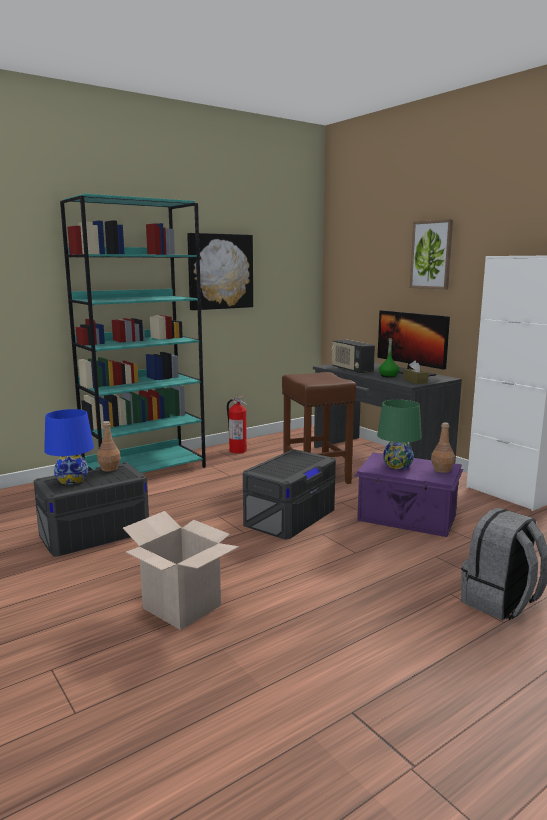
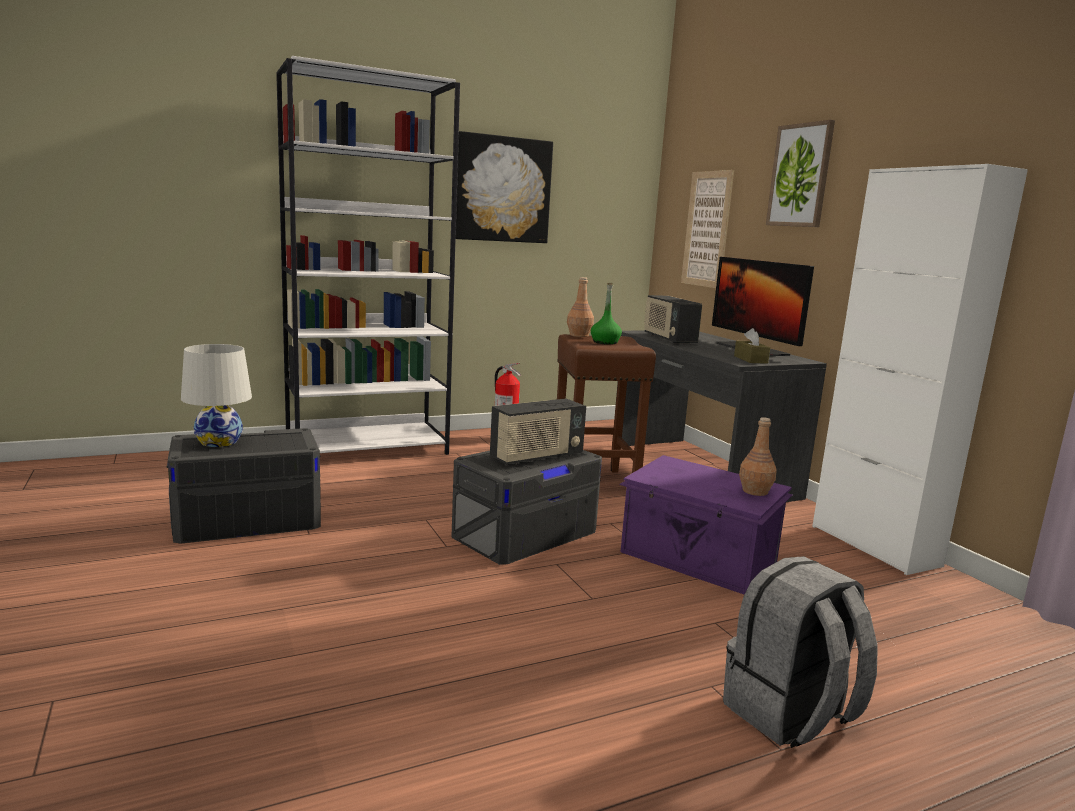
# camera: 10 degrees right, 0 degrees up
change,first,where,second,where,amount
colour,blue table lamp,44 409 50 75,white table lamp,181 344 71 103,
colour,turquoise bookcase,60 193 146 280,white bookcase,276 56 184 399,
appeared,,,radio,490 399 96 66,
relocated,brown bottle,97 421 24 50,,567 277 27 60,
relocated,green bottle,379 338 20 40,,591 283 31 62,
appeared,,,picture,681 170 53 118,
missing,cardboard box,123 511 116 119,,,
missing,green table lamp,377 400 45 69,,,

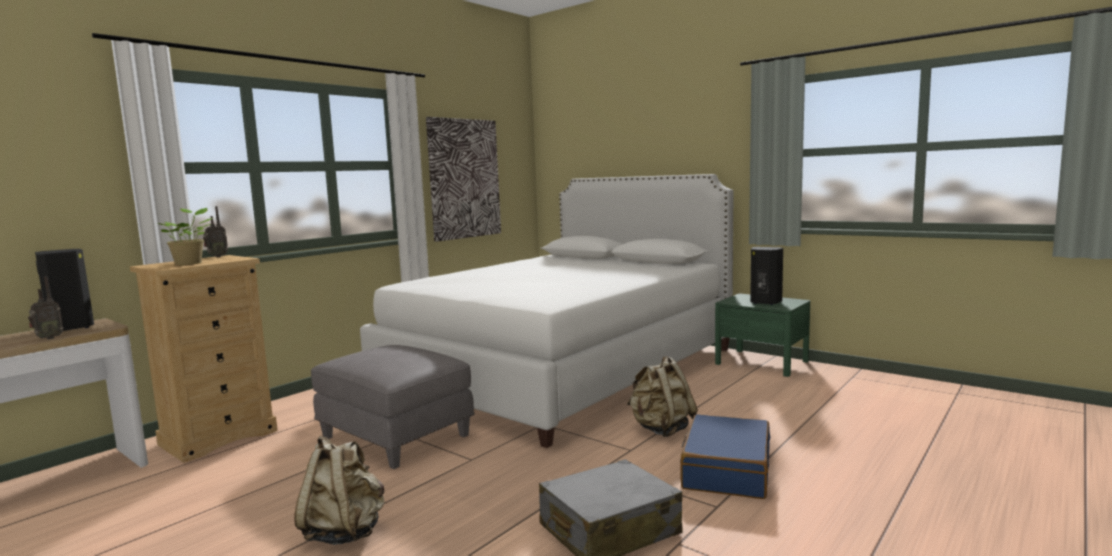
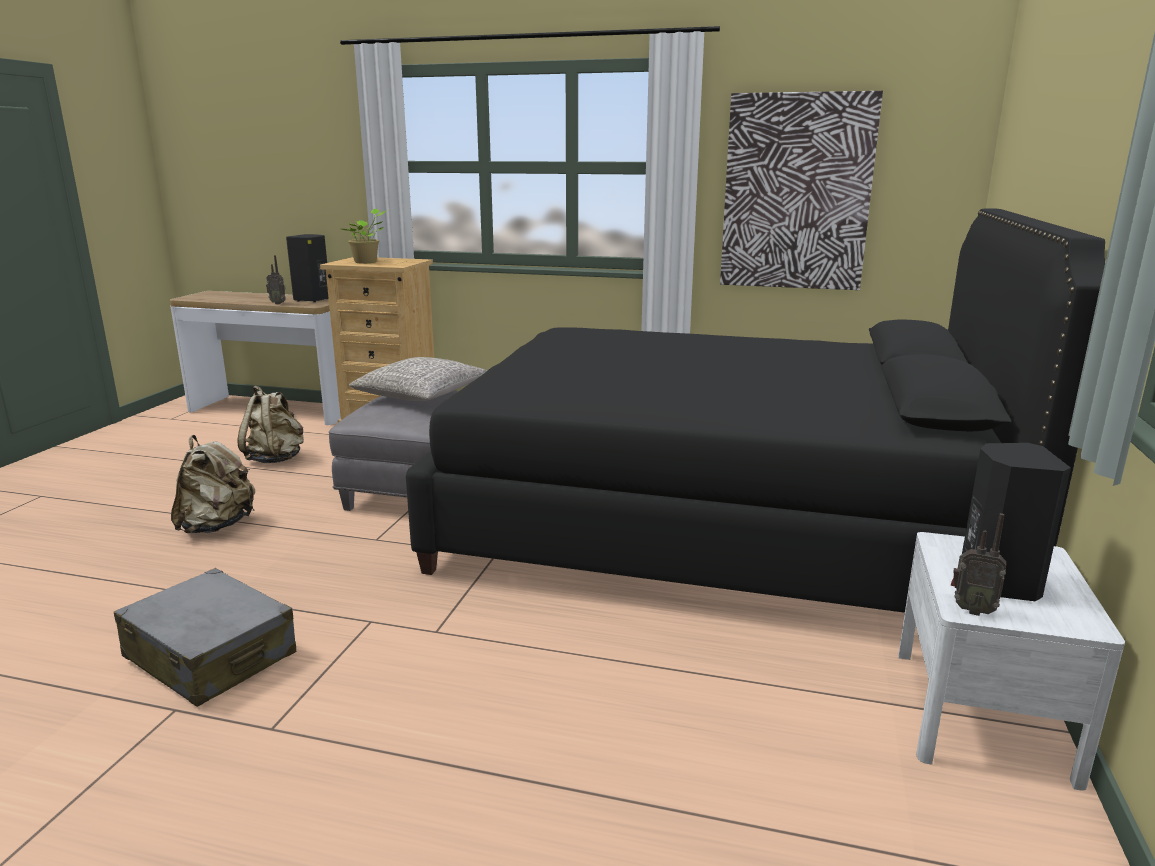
# camera: 65 degrees right, 10 degrees up
change,first,where,second,where,amount
relocated,beige backpack,627 356 71 81,,237 386 67 77,
appeared,,,grey pillow,349 357 139 44,
colour,white bed,360 174 374 274,black bed,406 208 699 405,
colour,green nightstand,715 294 95 83,white nightstand,898 532 227 258,
relocated,radio,203 206 25 51,,951 513 55 103,
missing,blue suitcase,680 414 90 85,,,

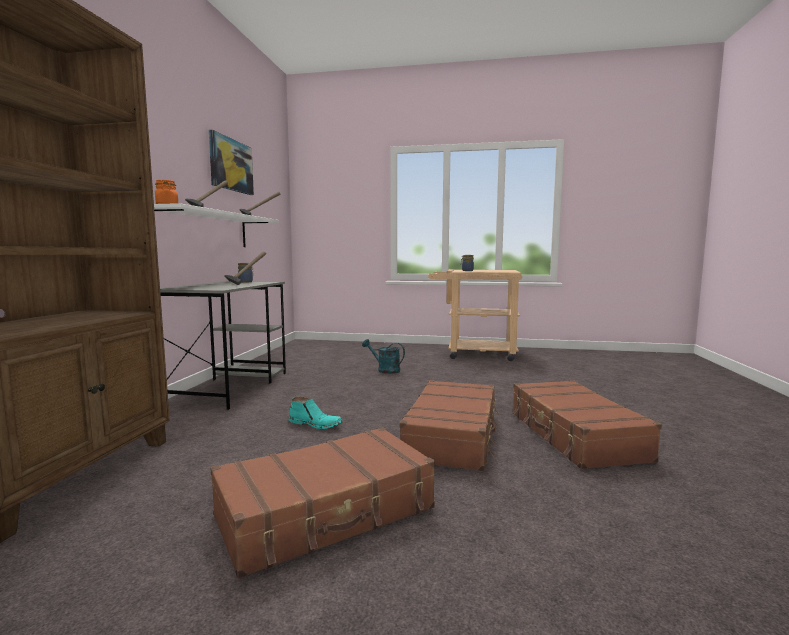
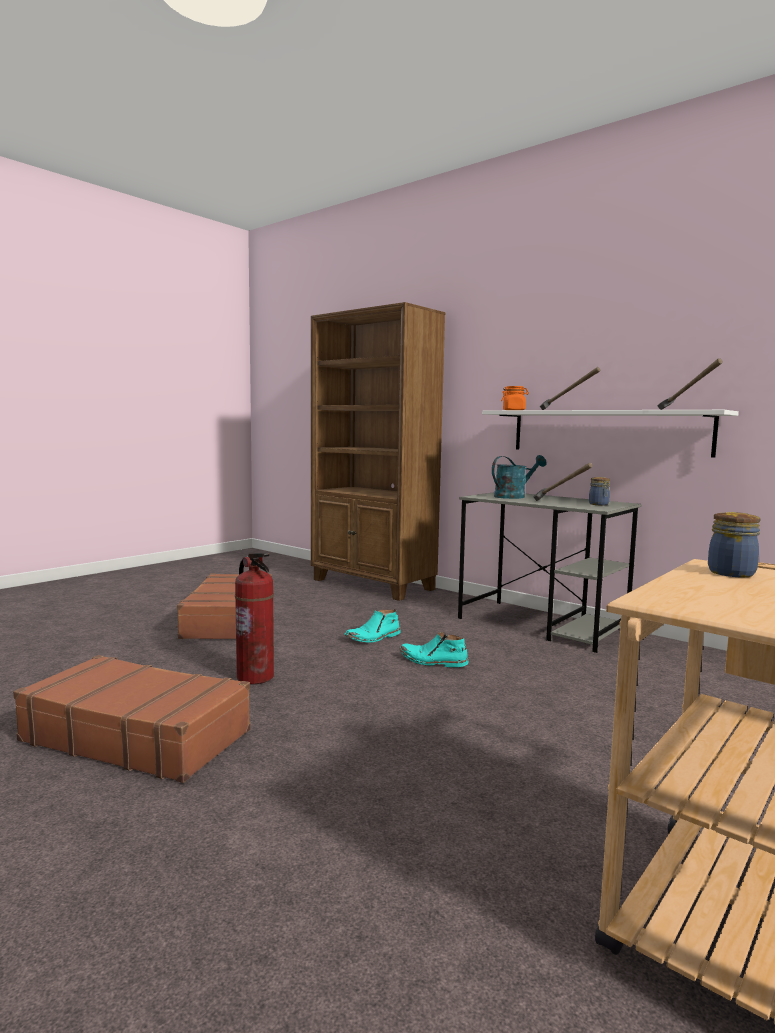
# camera: 120 degrees right, 0 degrees up
change,first,where,second,where,amount
exchanged,brown suitcase,399 380 100 91,fire extinguisher,235 553 39 131,
appeared,,,turquoise boot,400 632 69 35,
relocated,turquoise watering can,362 339 43 35,,492 455 54 44,
missing,picture,209 130 45 65,,,

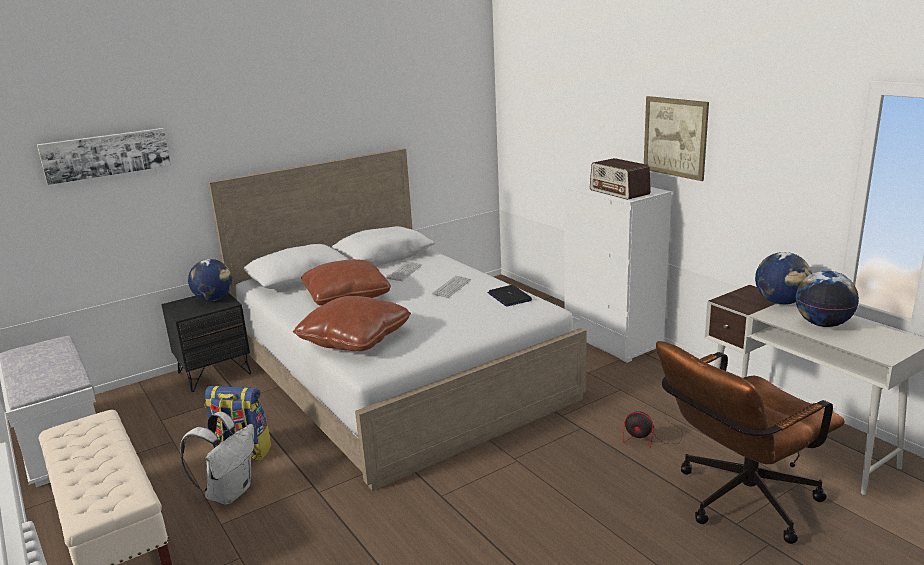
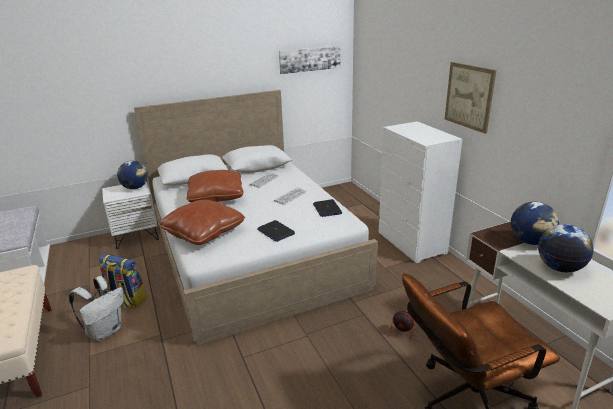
# camera: 10 degrees right, 5 degrees up
change,first,where,second,where,amount
colour,black nightstand,161 292 90 100,white nightstand,102 181 57 68,
appeared,,,laptop,257 220 38 22,
relocated,picture,37 128 134 57,,279 45 61 29,
missing,radio,590 158 61 42,,,

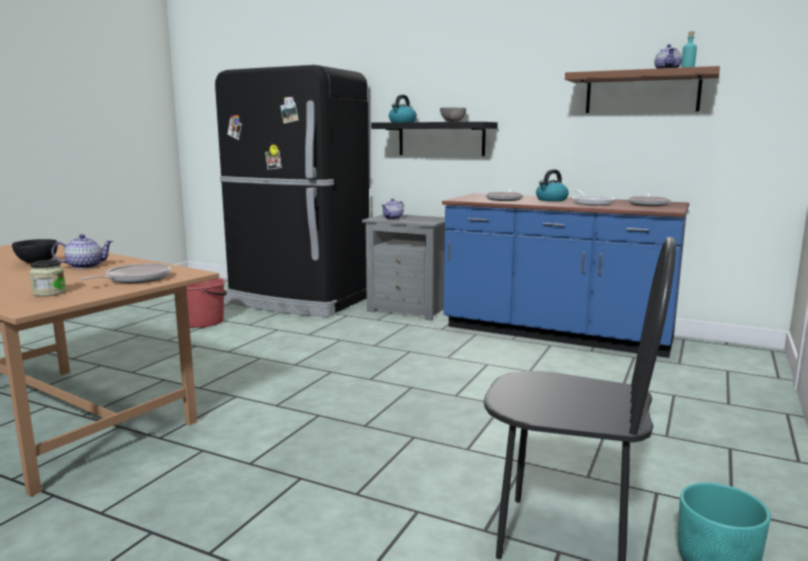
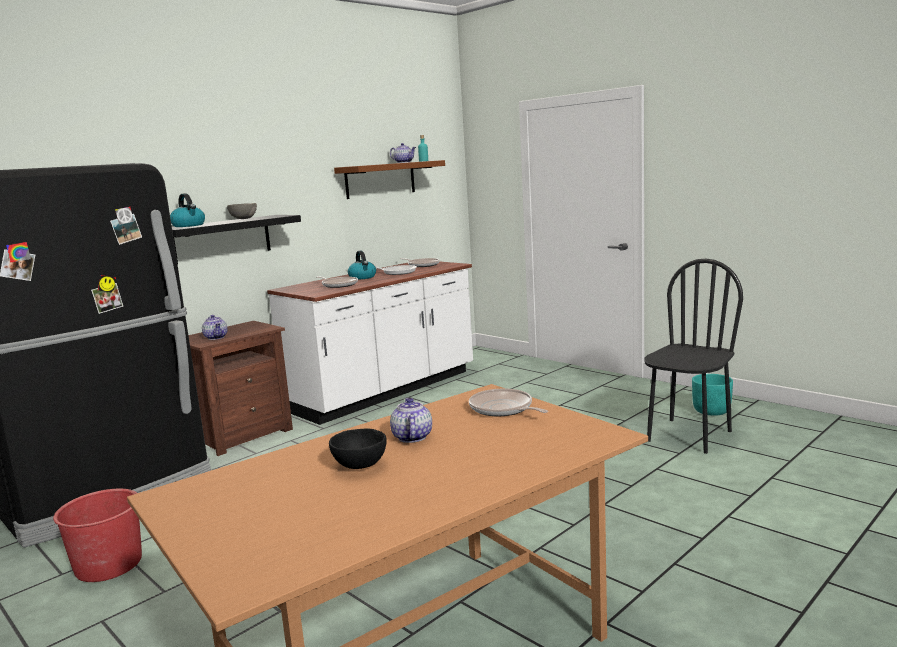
# camera: 70 degrees left, 0 degrees up
change,first,where,second,where,amount
colour,grey nightstand,362 215 84 106,brown nightstand,188 321 105 135,
colour,blue counter,442 193 247 165,white counter,267 261 206 164,
missing,jar,29 260 37 37,,,

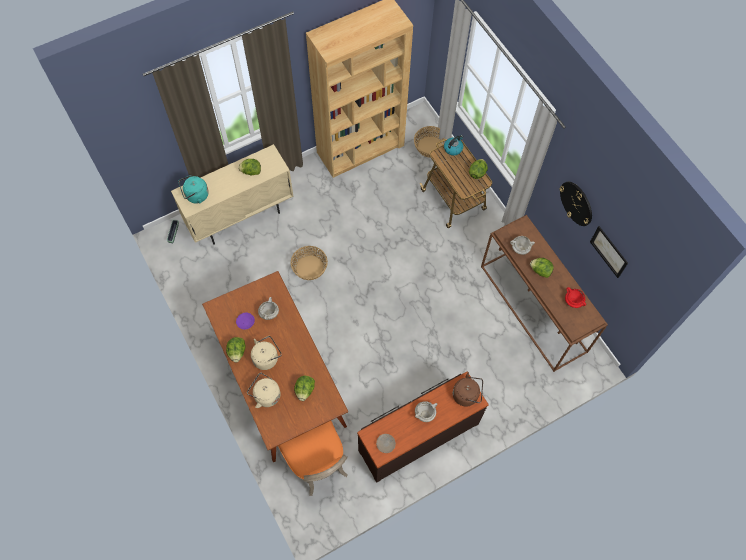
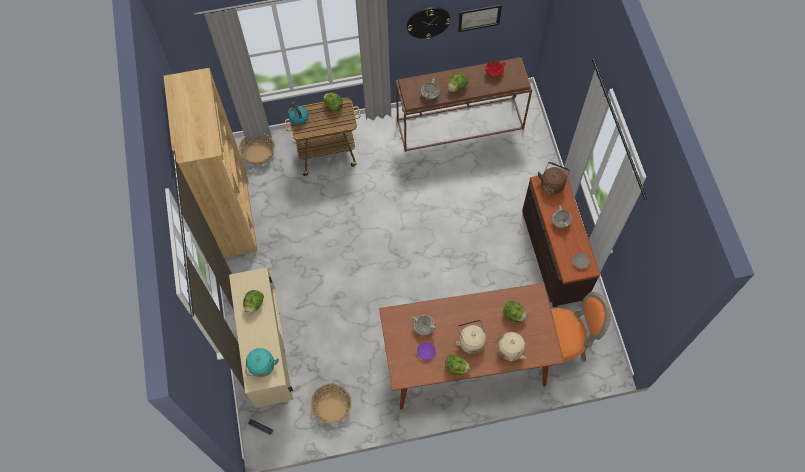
# camera: 70 degrees left, 0 degrees up
change,first,where,second,where,amount
relocated,basket,291 246 37 34,,311 383 41 41,

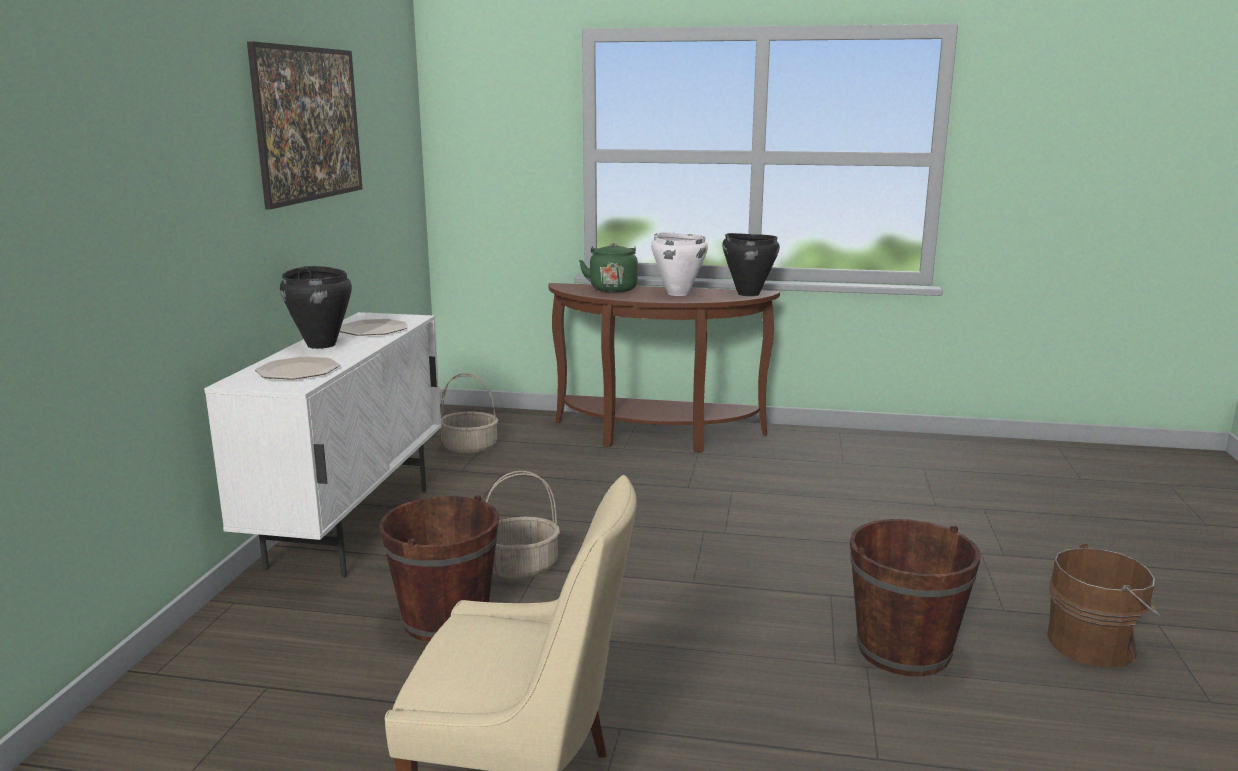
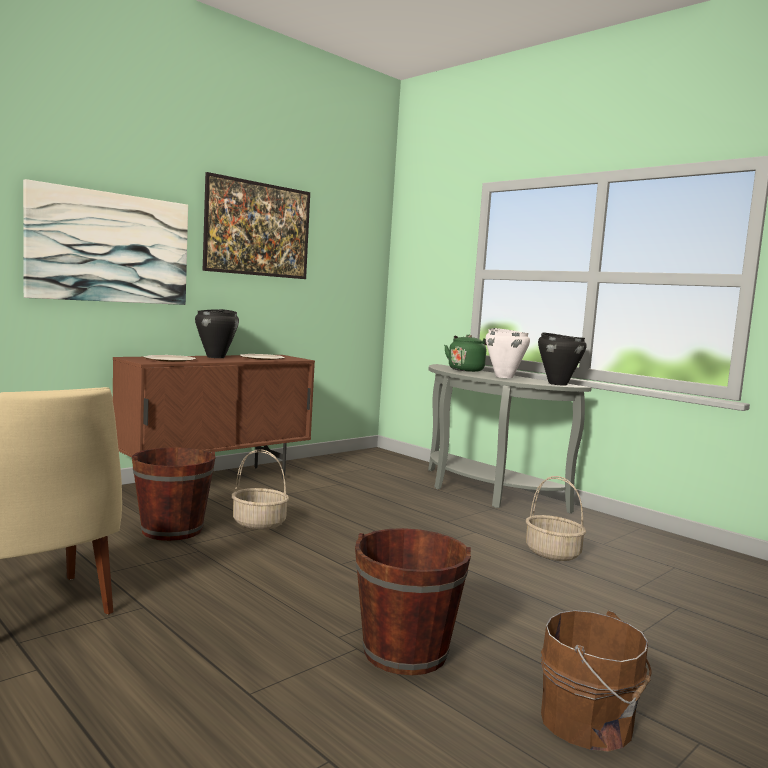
# camera: 35 degrees right, 10 degrees down
change,first,where,second,where,amount
appeared,,,picture,23 179 165 126,
colour,white cabinet,204 312 237 266,brown cabinet,113 355 202 124,
colour,brown console table,548 283 232 170,grey console table,428 364 164 150,
relocated,basket,441 373 57 81,,526 476 60 85,

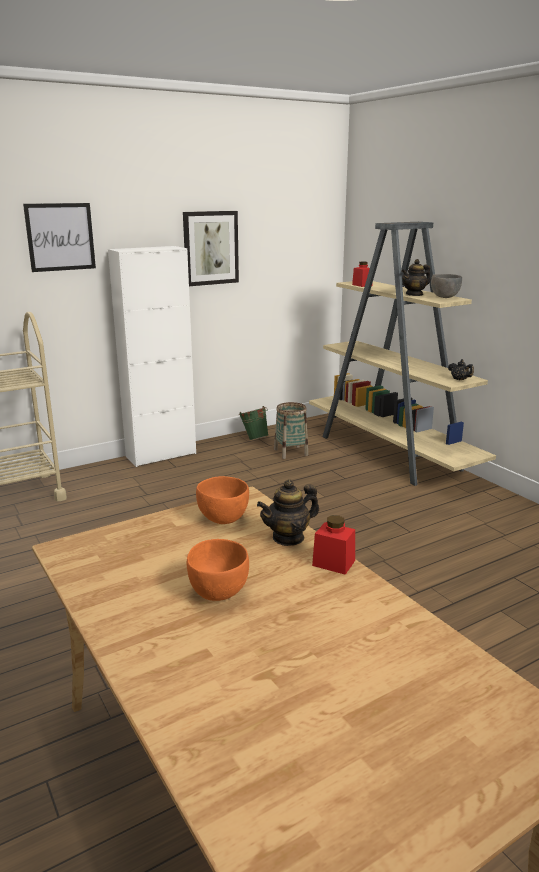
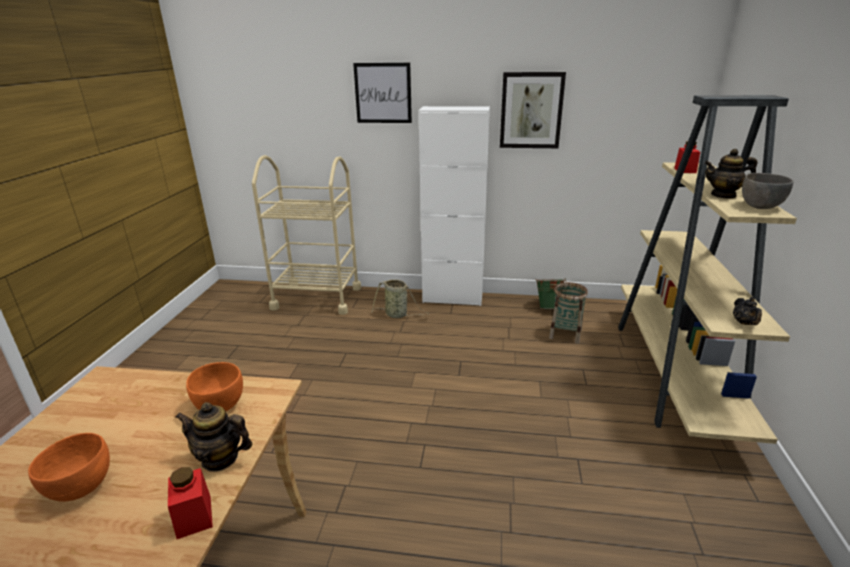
# camera: 40 degrees right, 5 degrees up
change,first,where,second,where,amount
appeared,,,basket,372 280 57 38,

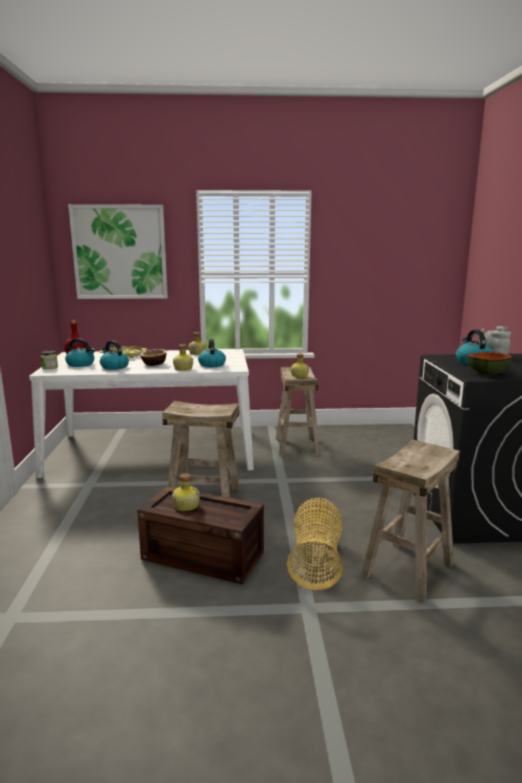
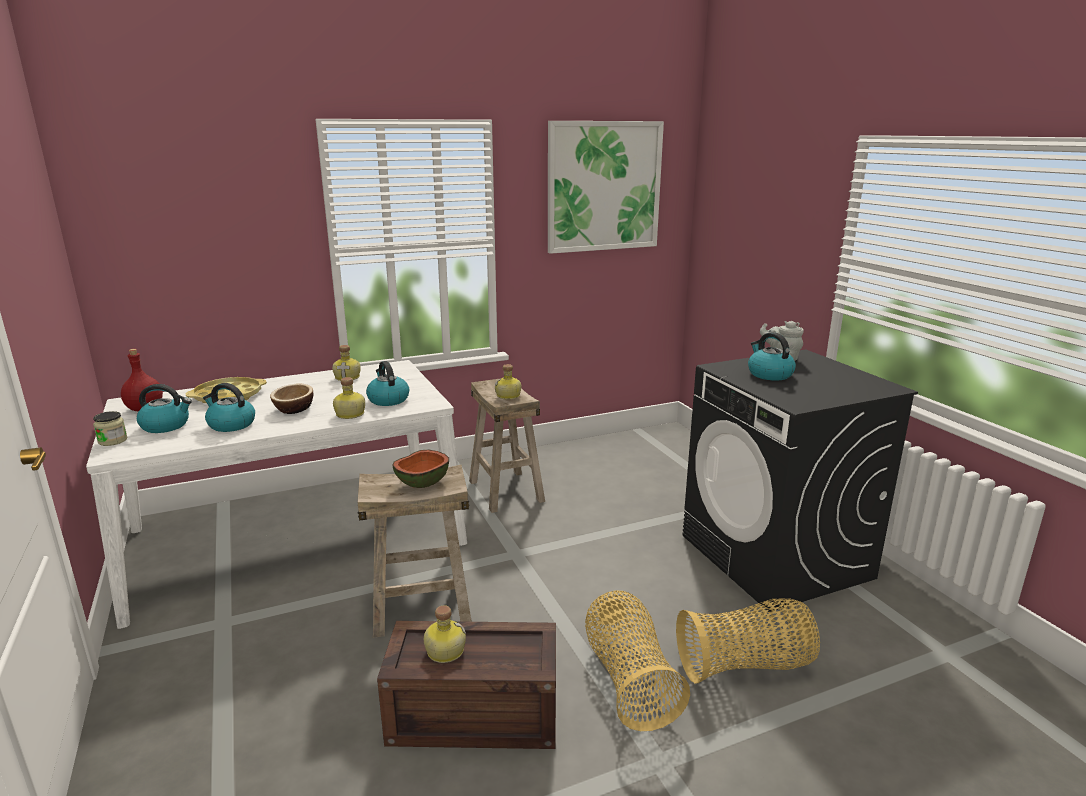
# camera: 20 degrees left, 5 degrees up
change,first,where,second,where,amount
relocated,bowl,467 351 46 24,,392 450 57 38,
relocated,picture,68 204 100 95,,548 121 116 133,
exchanged,beige stool,361 439 99 165,basket,676 598 144 86,

